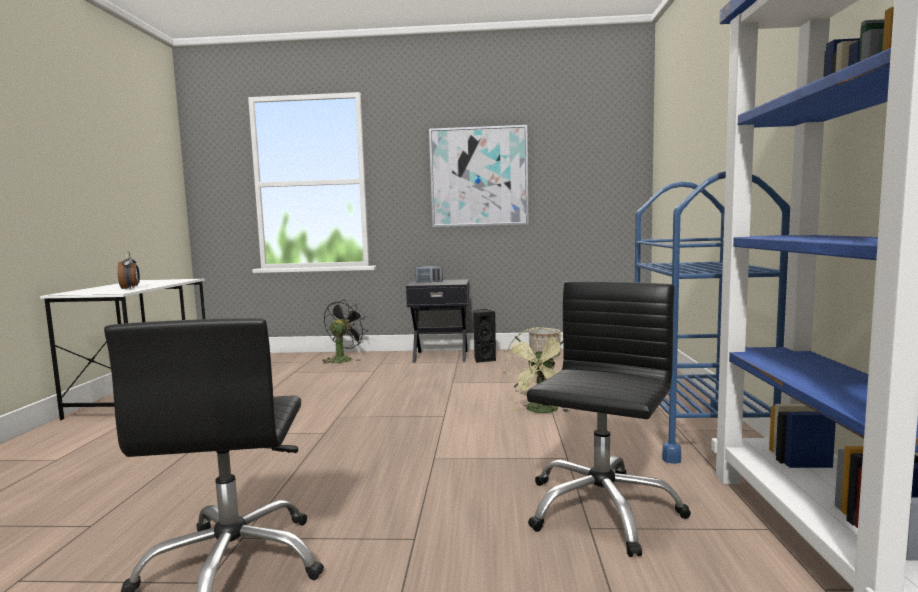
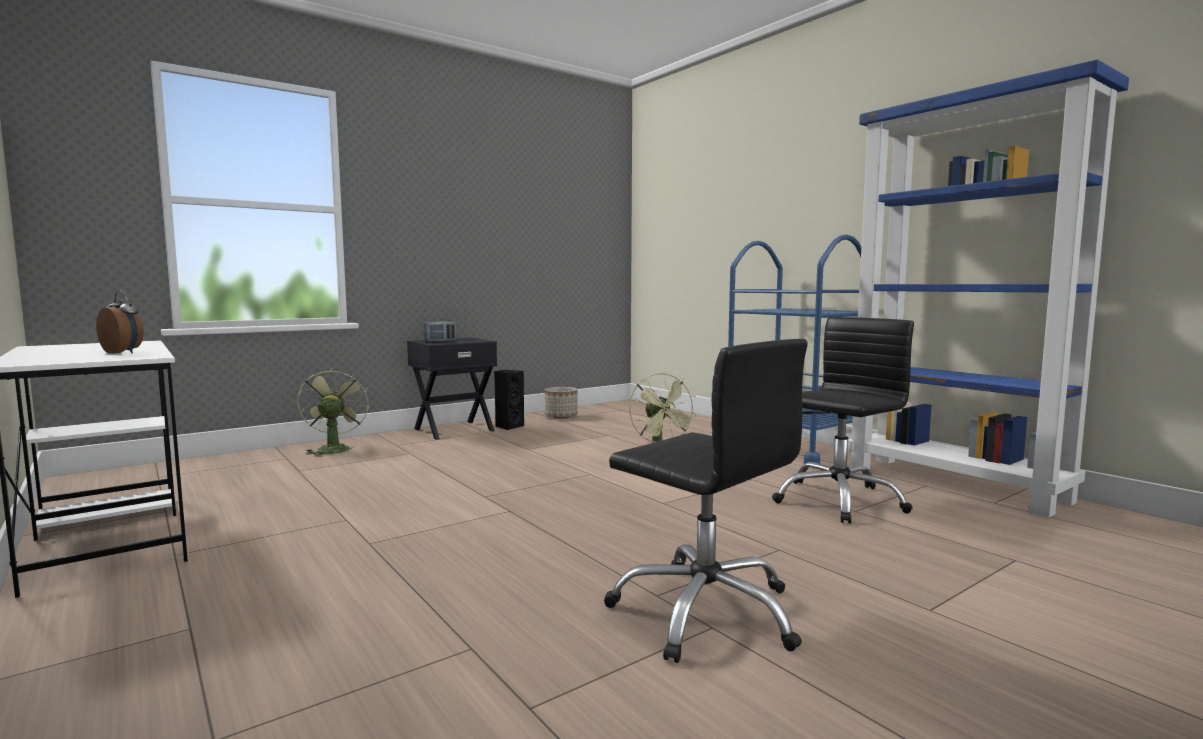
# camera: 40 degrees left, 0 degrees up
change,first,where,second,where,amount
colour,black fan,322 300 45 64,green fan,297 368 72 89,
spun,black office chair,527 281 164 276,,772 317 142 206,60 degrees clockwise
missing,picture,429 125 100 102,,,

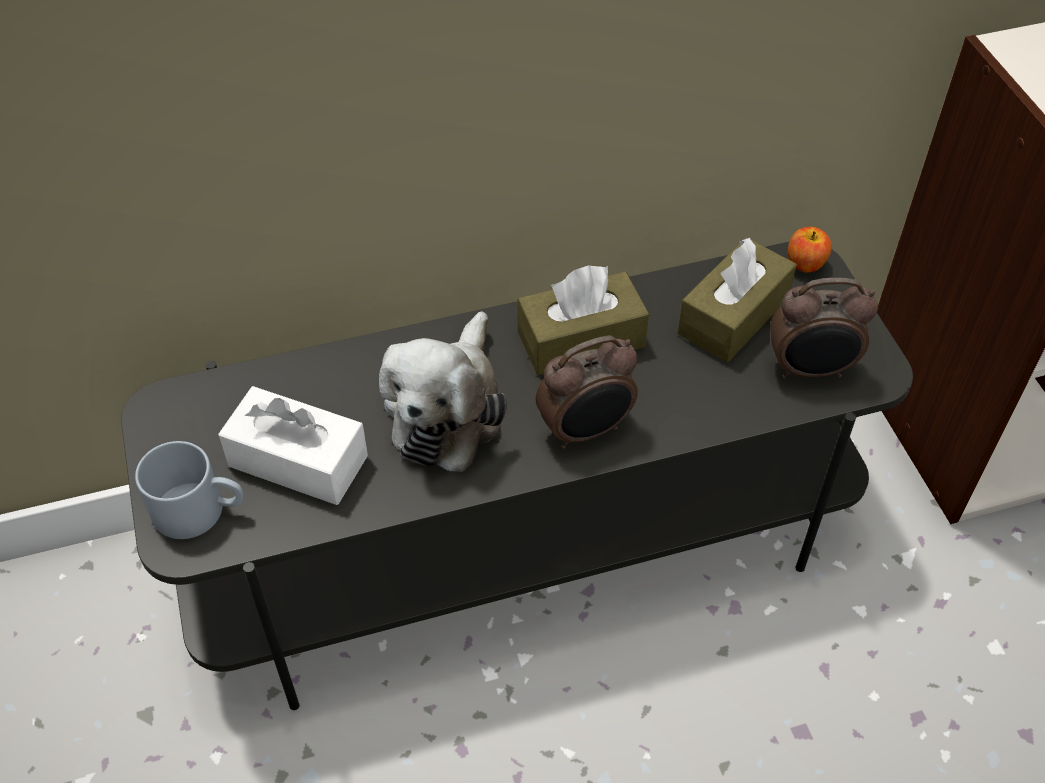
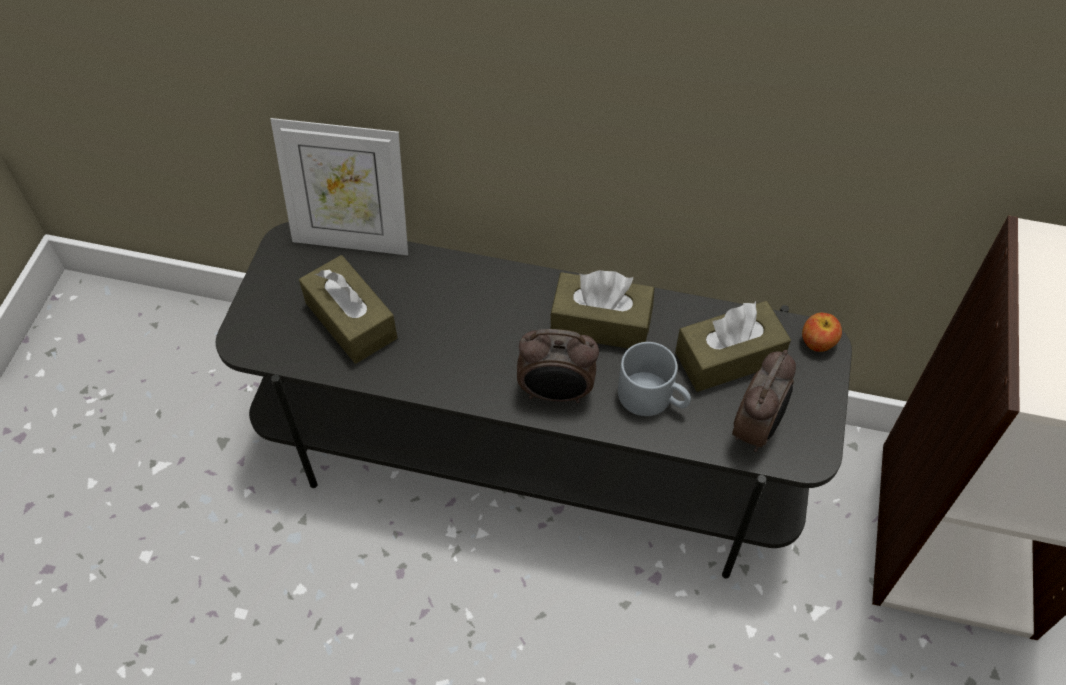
# camera: 30 degrees right, 5 degrees up
change,first,where,second,where,amount
appeared,,,picture frame,270 118 138 137,
colour,white tissue box,218 386 150 119,brown tissue box,299 255 99 109,
relocated,grey mug,135 441 108 98,,618 342 73 74,
spun,alarm clock,770 278 108 101,,732 350 64 102,90 degrees counterclockwise
missing,plush toy,379 311 128 161,,,

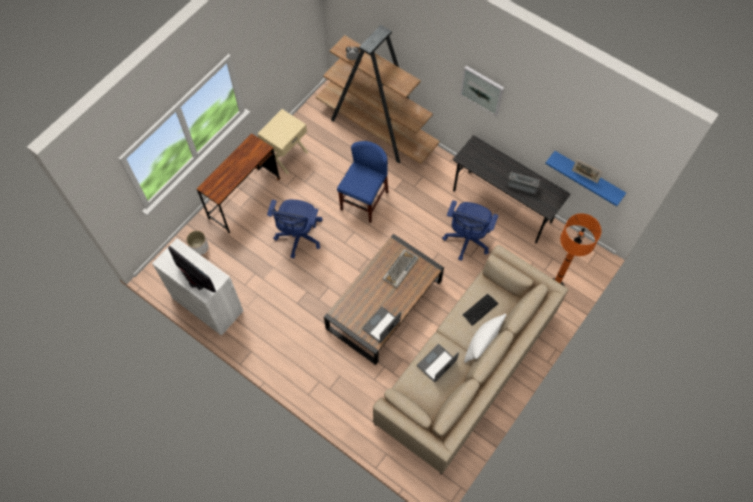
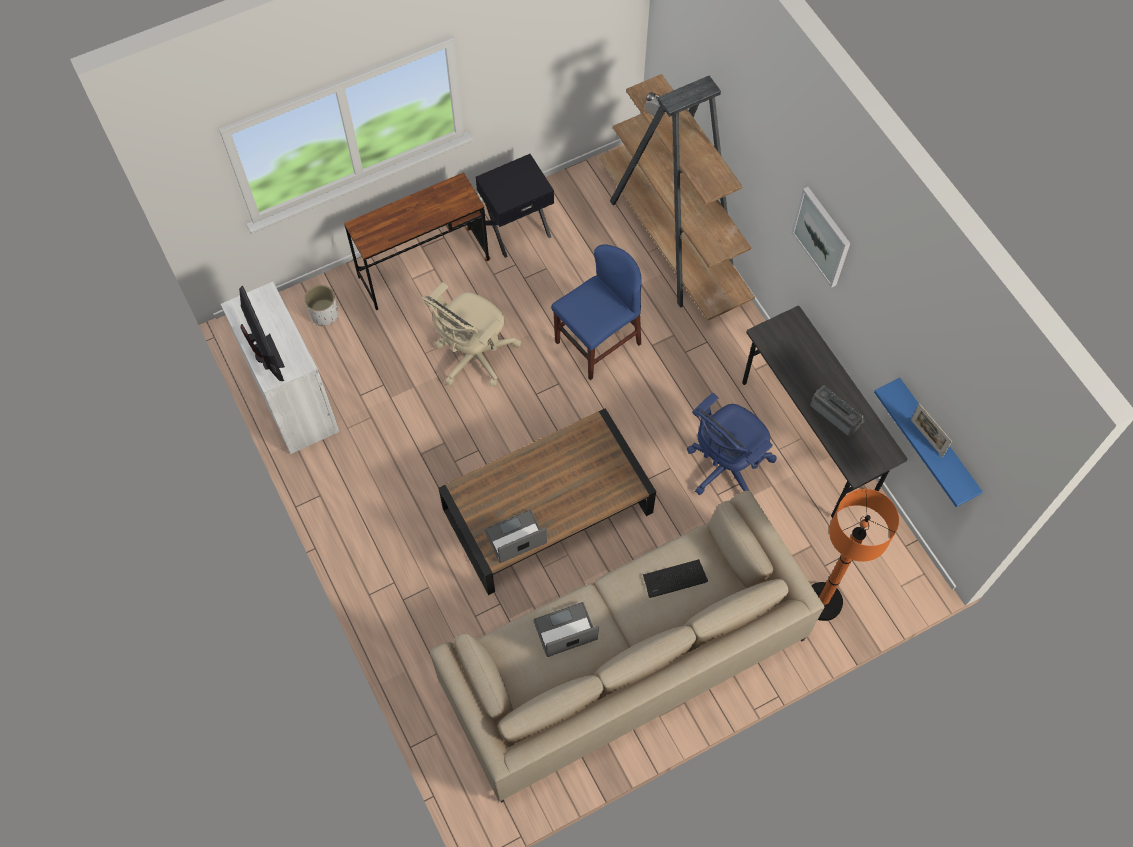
# camera: 25 degrees right, 0 degrees up
change,first,where,second,where,amount
colour,blue office chair,267 200 56 59,beige office chair,422 282 99 105,
colour,beige nightstand,257 109 51 65,black nightstand,476 154 78 104,
missing,keyboard,382 249 37 39,,,
missing,white pillow,464 314 42 49,,,

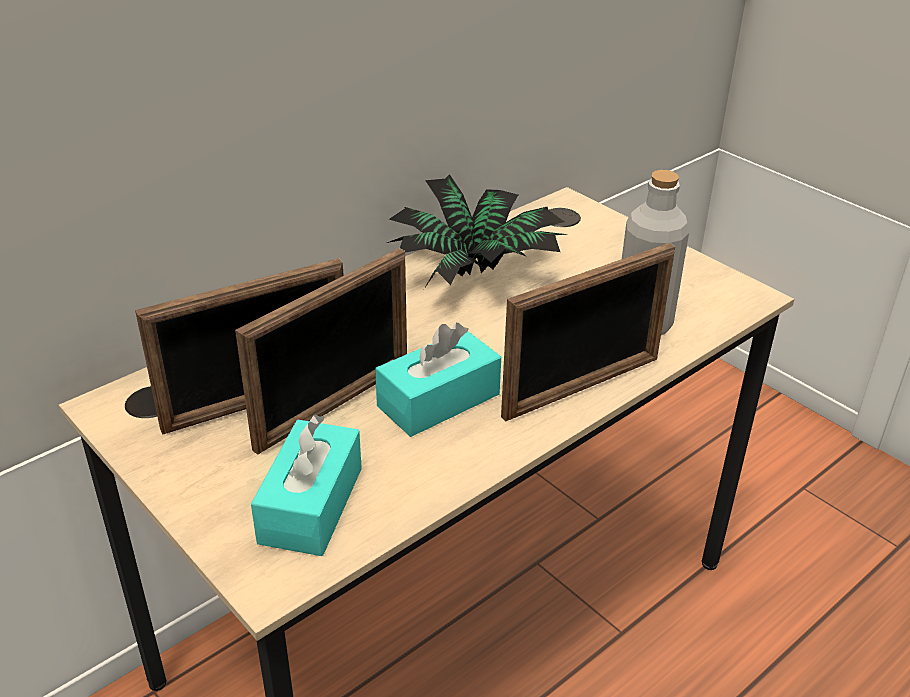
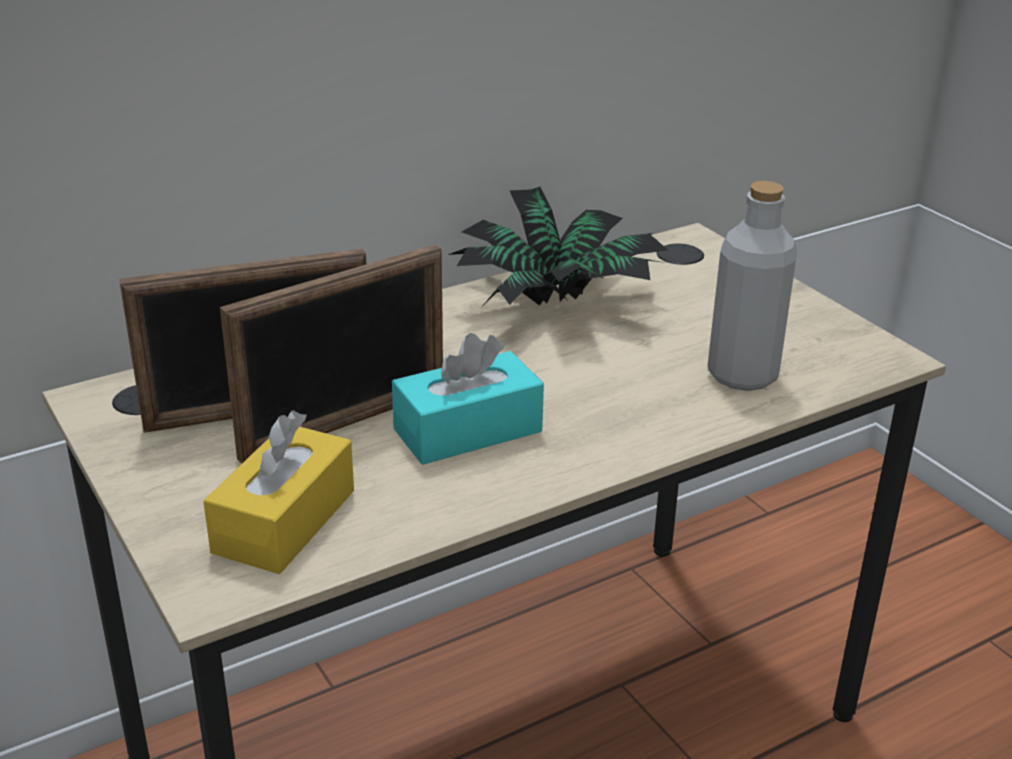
# camera: 10 degrees right, 5 degrees down
change,first,where,second,where,amount
colour,turquoise tissue box,251 415 111 141,yellow tissue box,203 410 151 164,
missing,picture frame,501 243 174 178,,,

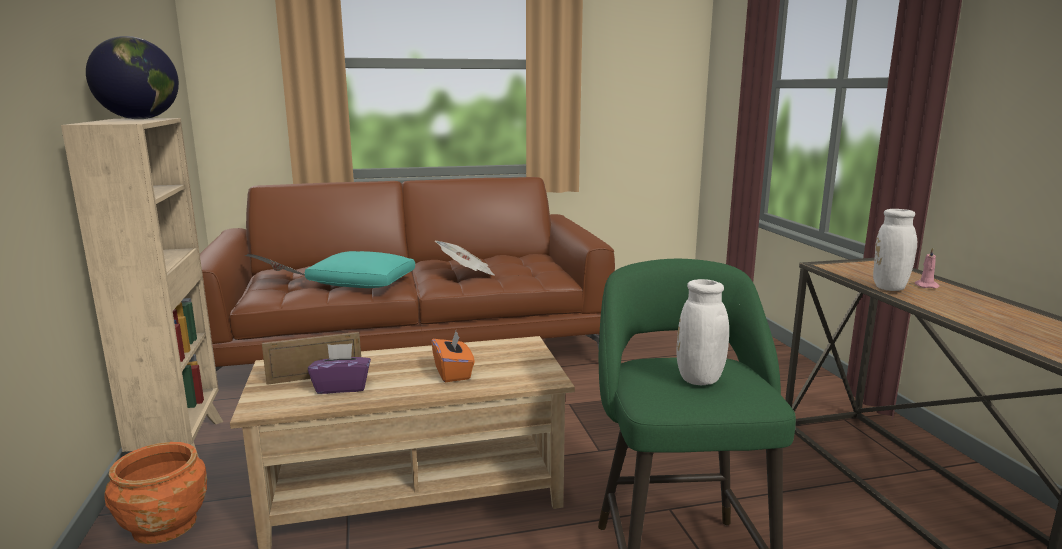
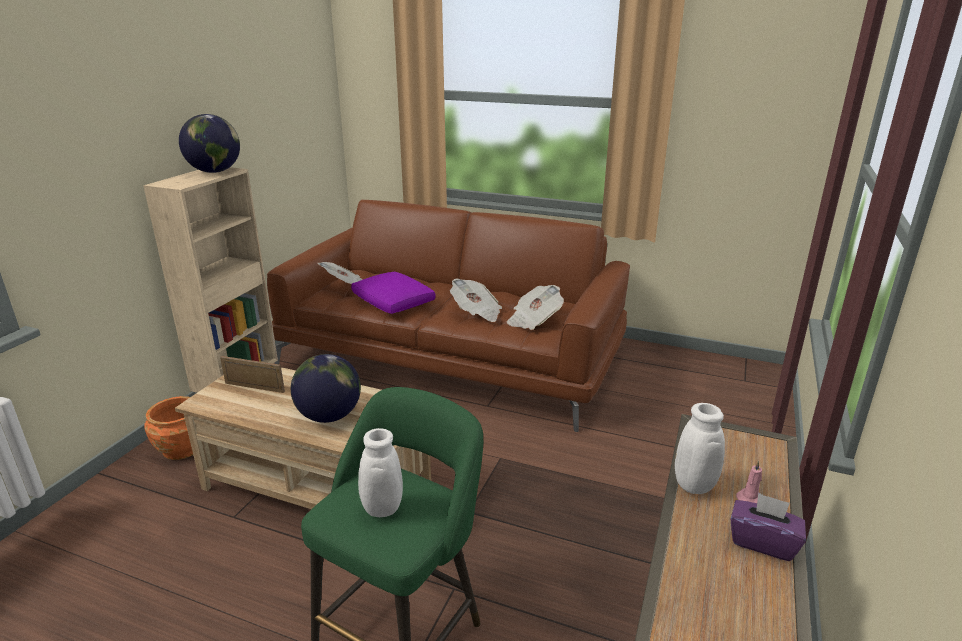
# camera: 35 degrees right, 10 degrees up
change,first,where,second,where,amount
exchanged,orange tissue box,431 331 44 51,globe,291 354 70 69,
colour,turquoise pillow,305 251 110 37,purple pillow,351 272 85 42,
appeared,,,newspaper,507 285 57 45,
relocated,purple tissue box,308 344 63 50,,731 493 75 68,

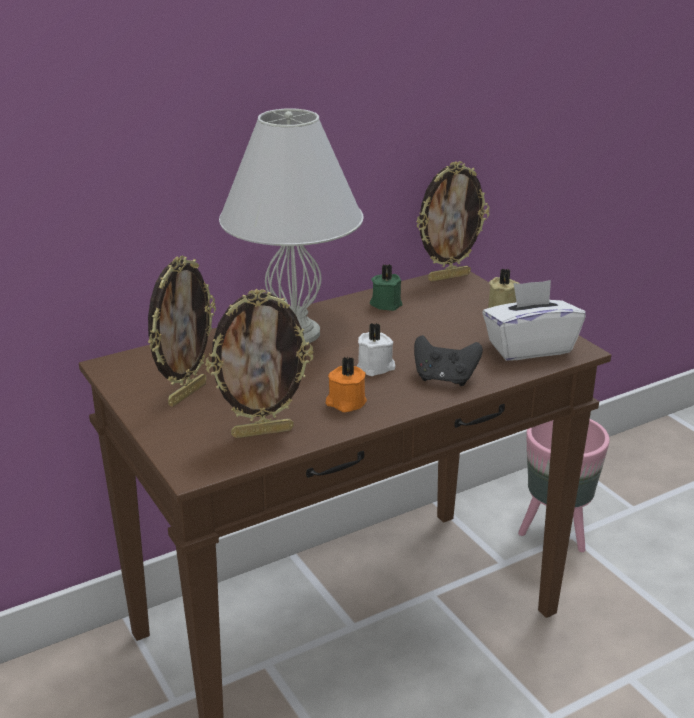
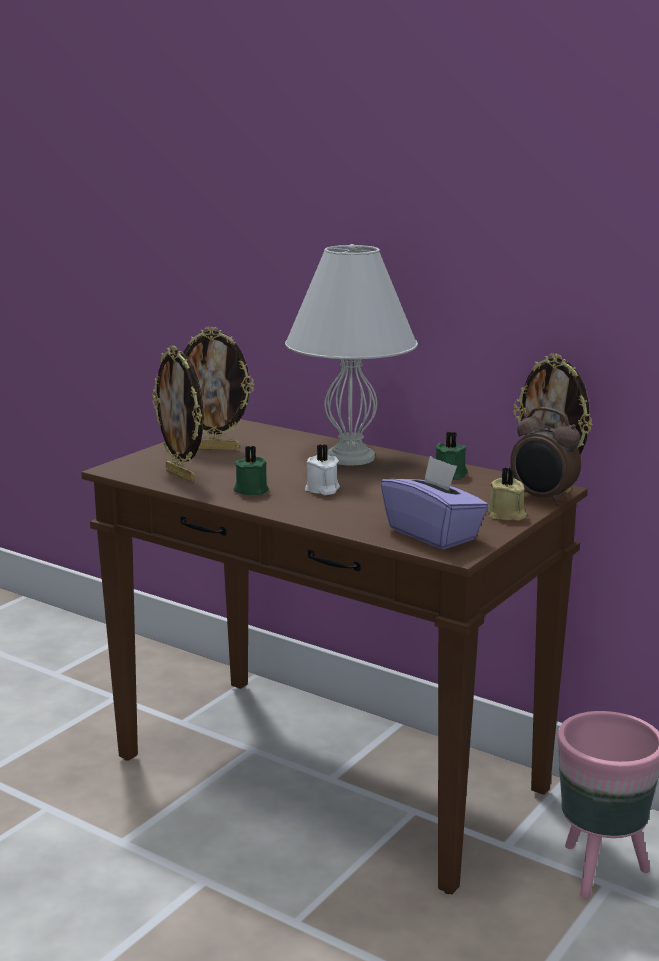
# camera: 65 degrees right, 10 degrees down
change,first,where,second,where,amount
colour,orange candle,325 357 42 55,green candle,234 446 35 49,
colour,white tissue box,482 280 104 81,purple tissue box,381 456 108 94,
appeared,,,alarm clock,510 407 71 98,
missing,black game controller,414 335 69 51,,,

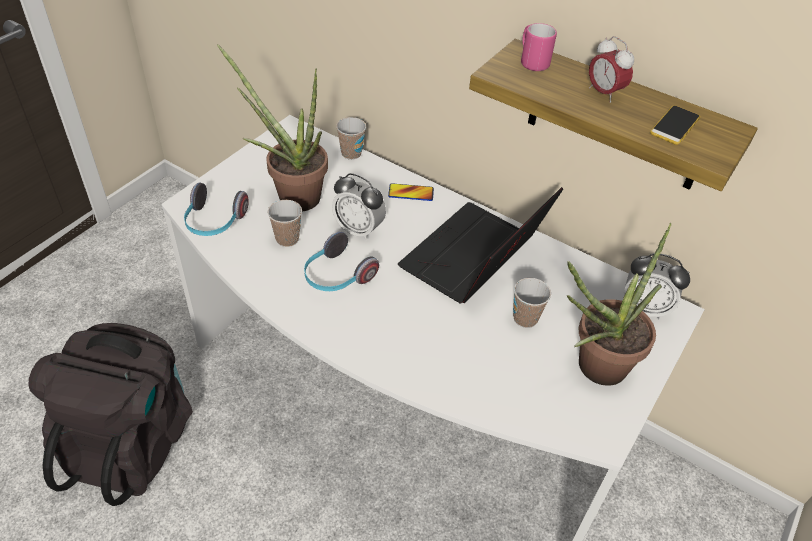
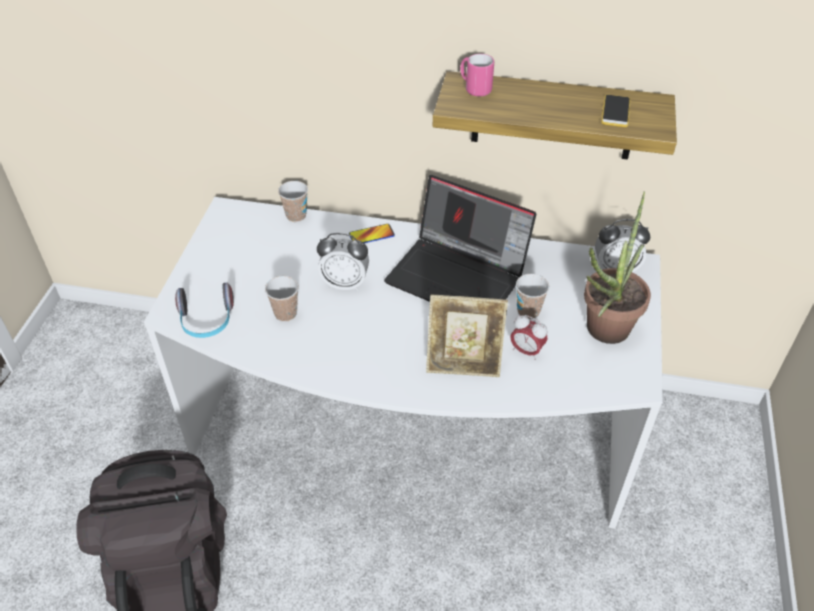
# camera: 20 degrees left, 0 degrees up
change,first,where,second,where,amount
spun,laptop,398 187 165 116,,384 175 152 127,75 degrees counterclockwise
appeared,,,picture frame,426 295 82 82,
relocated,alarm clock,589 36 45 67,,510 315 38 45,
missing,potted plant,217 44 111 167,,,
missing,headphones,304 232 75 59,,,

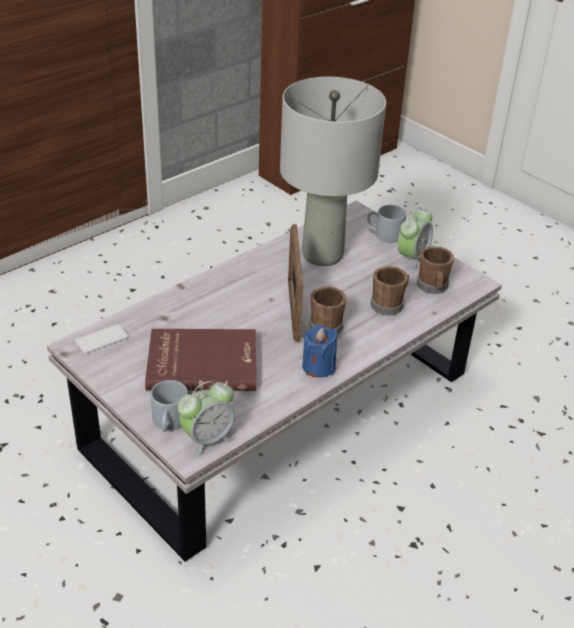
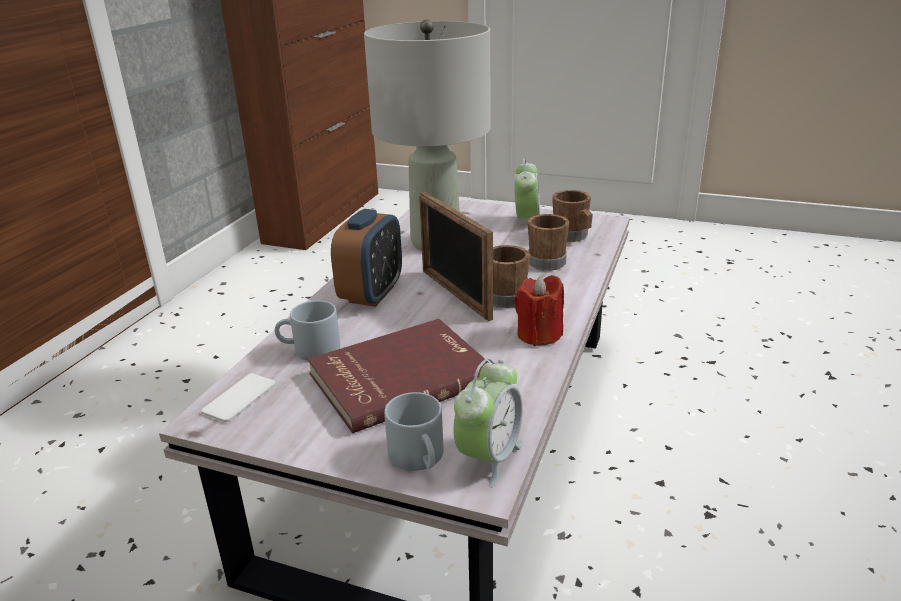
# camera: 25 degrees left, 10 degrees down
change,first,where,second,where,amount
relocated,grey mug,367 205 39 38,,275 301 65 60,
appeared,,,alarm clock,331 209 71 98,
colour,blue candle,302 325 36 53,red candle,514 275 50 71,

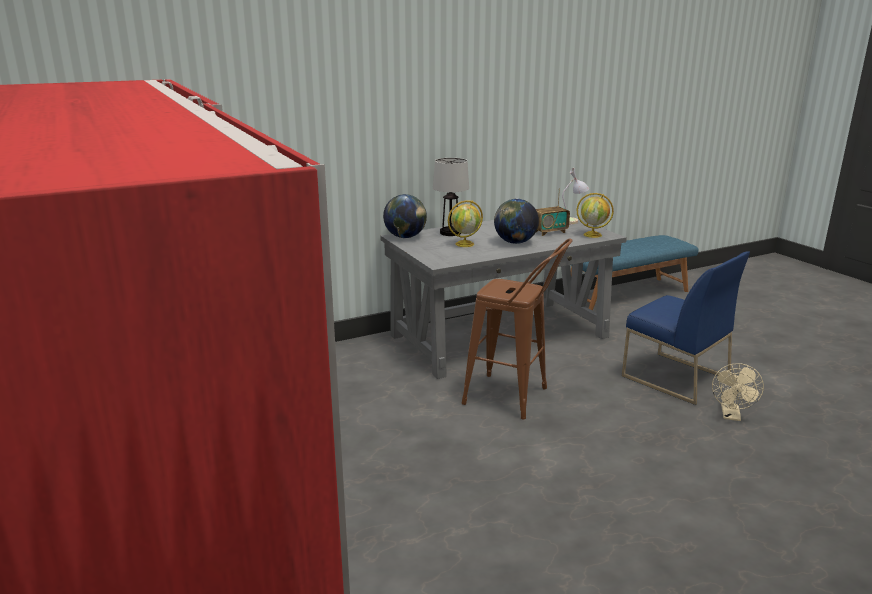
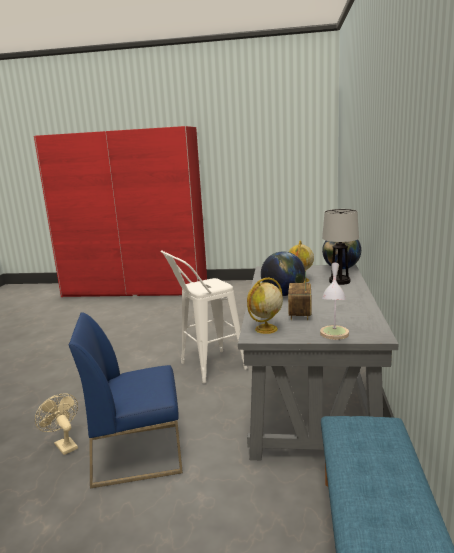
# camera: 125 degrees right, 5 degrees down
change,first,where,second,where,amount
colour,brown stool,462 238 110 181,white stool,160 250 87 134,

